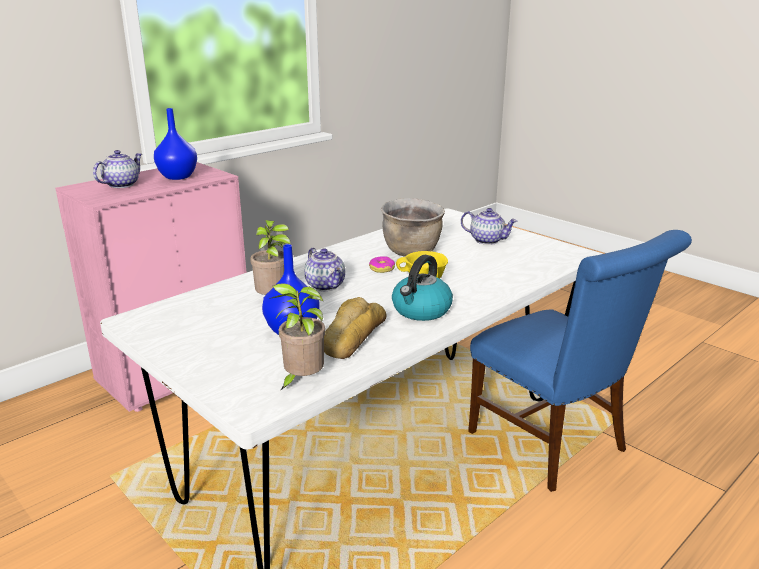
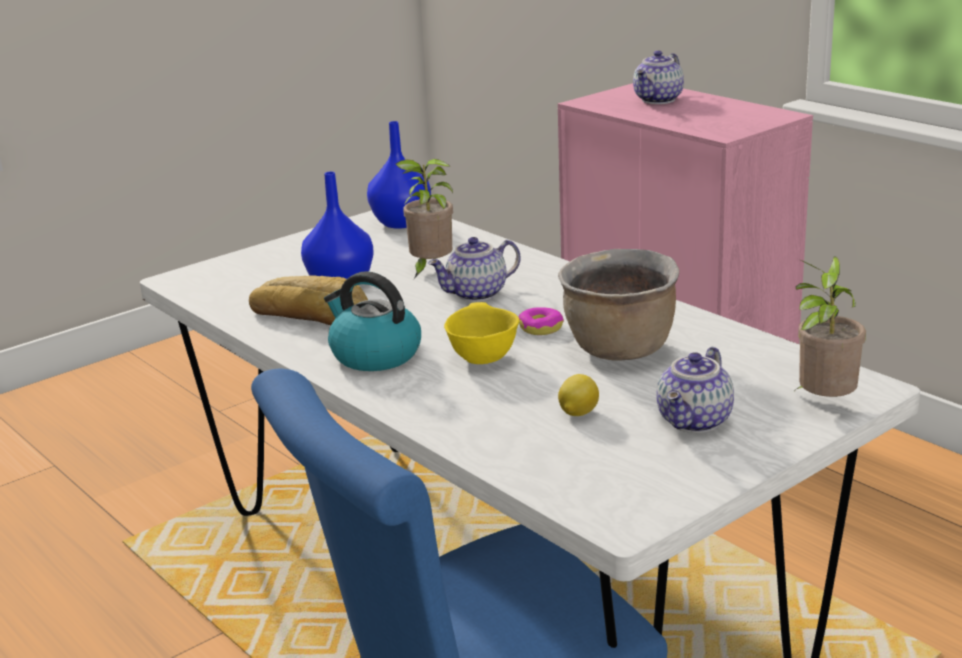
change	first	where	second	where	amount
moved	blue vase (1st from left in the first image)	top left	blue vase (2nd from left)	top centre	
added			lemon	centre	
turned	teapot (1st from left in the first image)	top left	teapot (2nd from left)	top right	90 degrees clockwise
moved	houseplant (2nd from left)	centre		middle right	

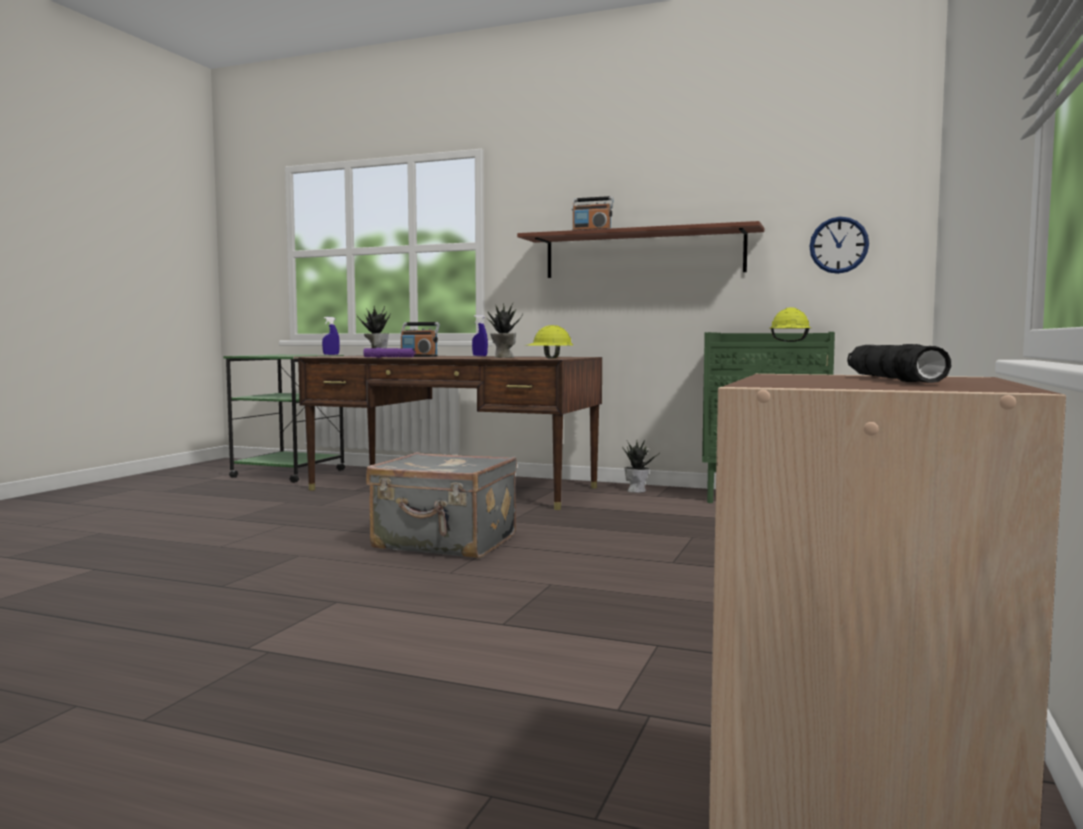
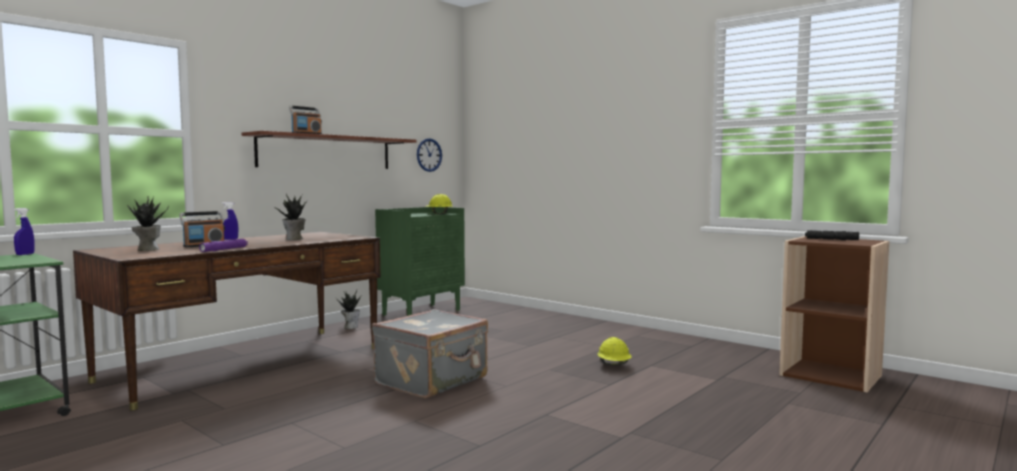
change	first	where	second	where	amount
moved	yellow work helmet (1st from left in the first image)	centre	yellow work helmet (2nd from left)	bottom centre	

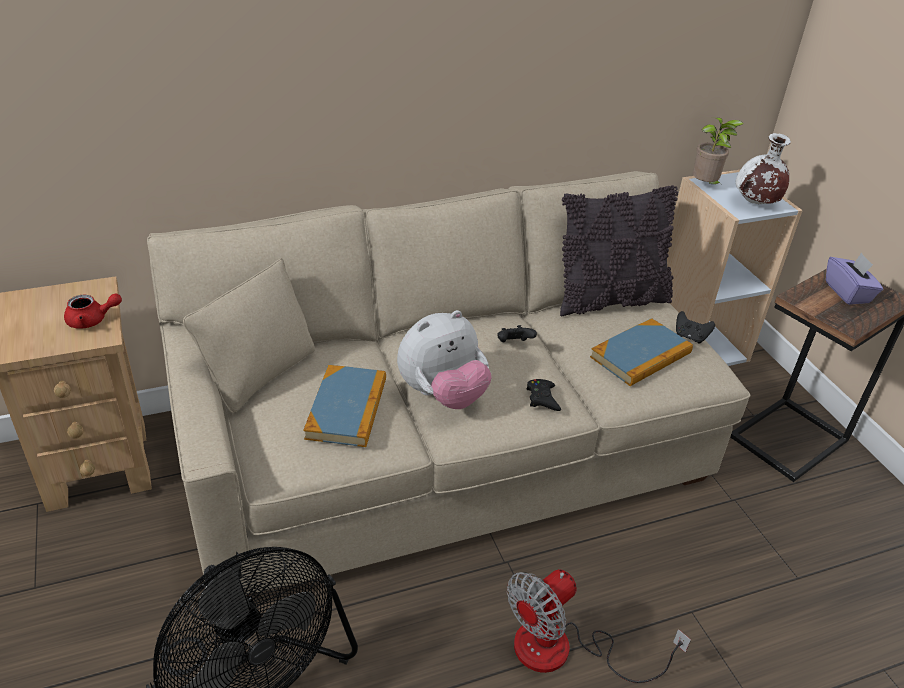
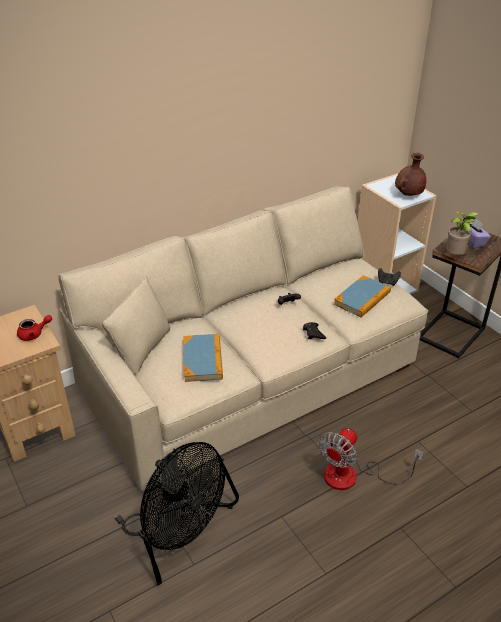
change	first	where	second	where	amount
recoloured	whitish vase	top right	brownish vase	top right	
moved	houseplant	top right		middle right	
removed	cuddly toy	centre			
removed	blackish throw pillow	middle right			

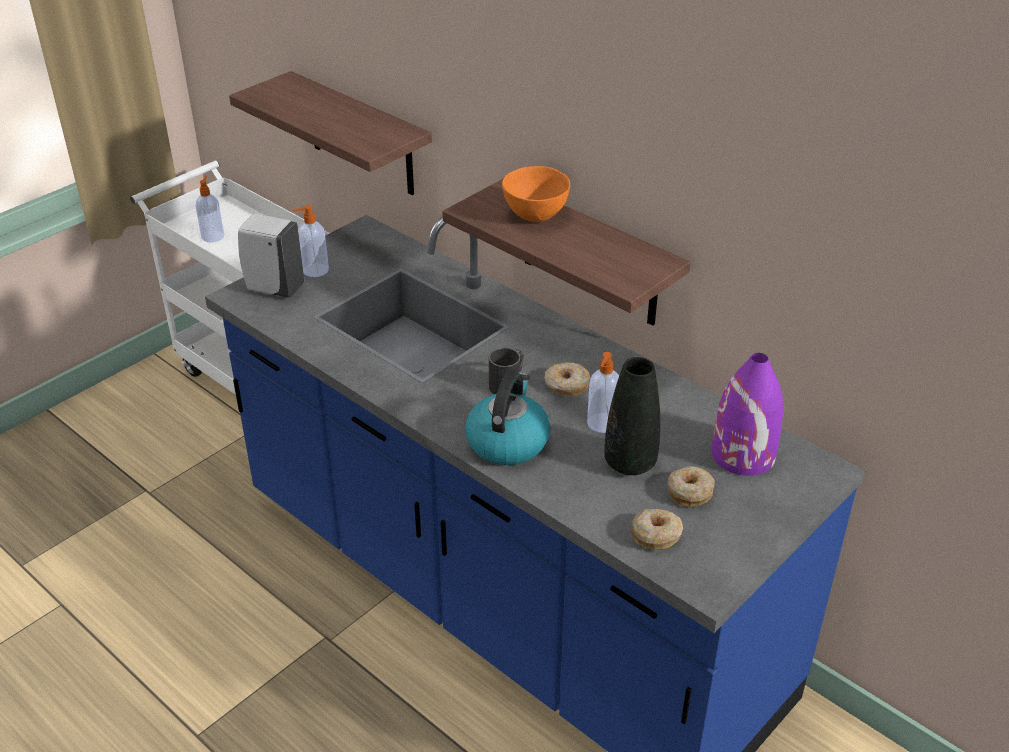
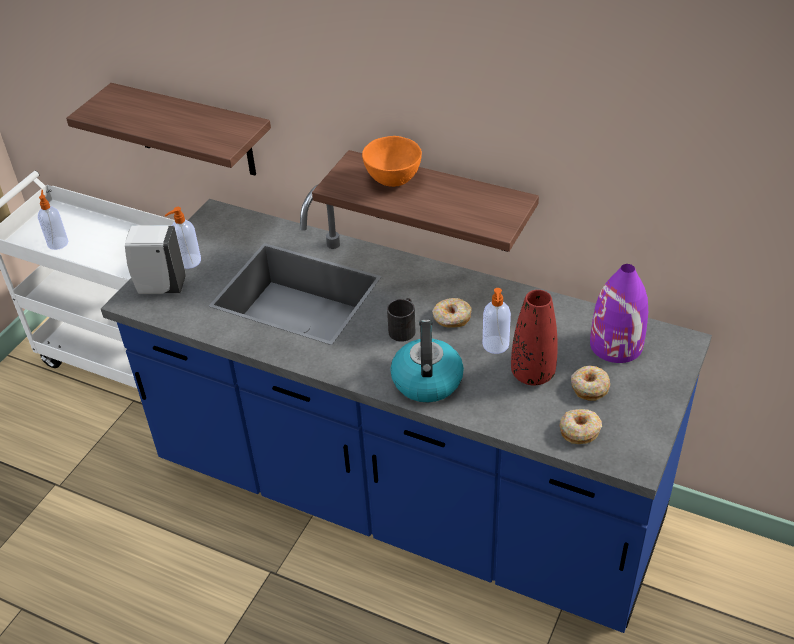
change	first	where	second	where	amount
recoloured	blackish vase	centre	reddish vase	middle right	

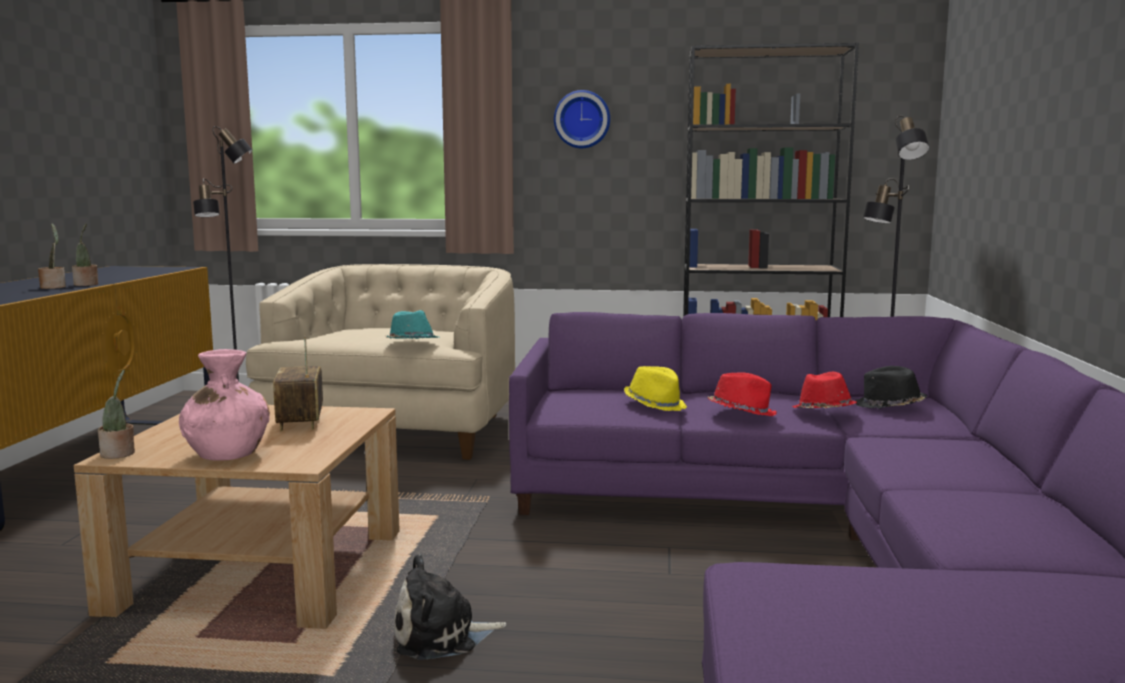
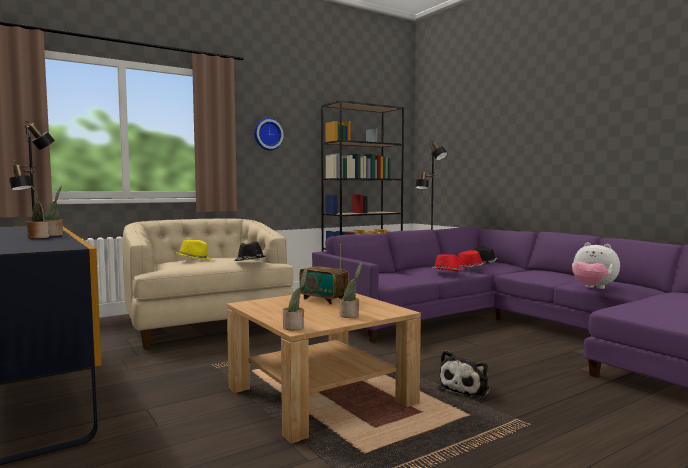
change	first	where	second	where	amount
moved	yellow hat	centre		middle left	
recoloured	turquoise hat	centre	blackish hat (1st from left)	centre	
replaced	pinkish vase	middle left	houseplant (4th from left)	centre	
added			cuddly toy (2nd from left)	middle right	

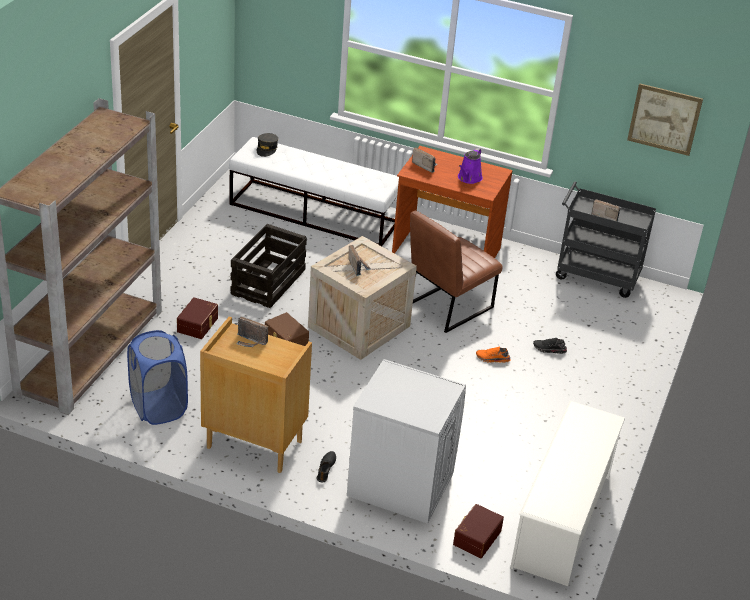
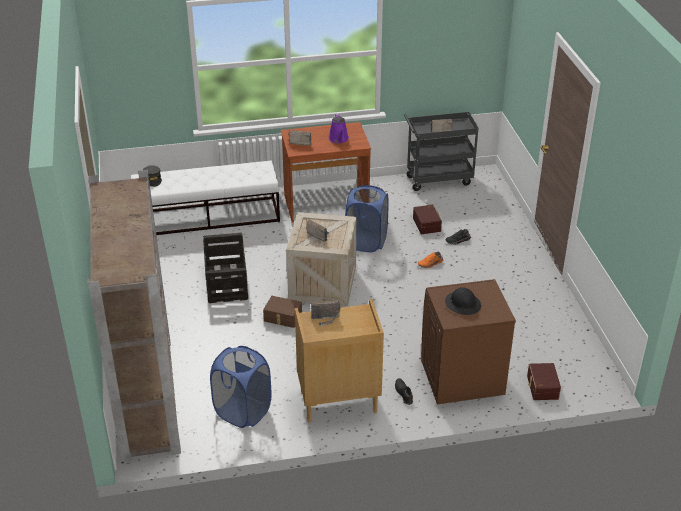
change	first	where	second	where	amount
replaced	brownish chair	centre	blue laundry basket (2nd from left)	centre	
moved	brownish storage box (1st from left in the first image)	middle left	brownish storage box (2nd from left)	centre	
recoloured	whitish laundry appliance	bottom centre	brownish laundry appliance	bottom right	
added			blackish work helmet	middle right	
removed	whitish shoe shelf	bottom right			
removed	wall art	top right			

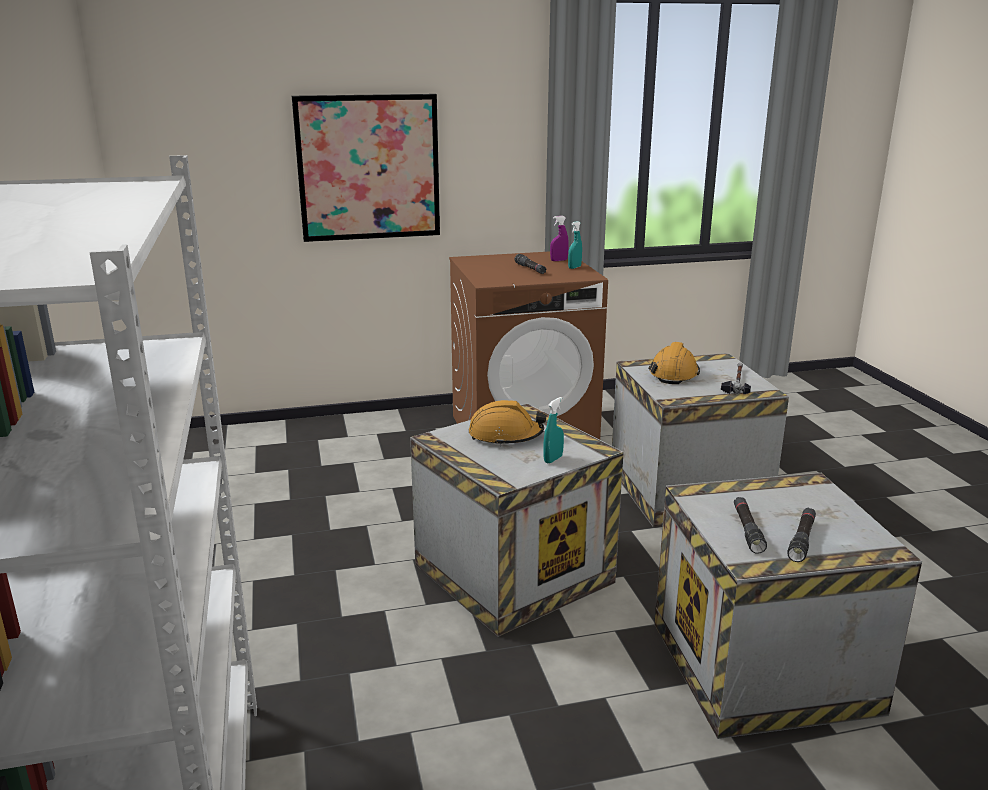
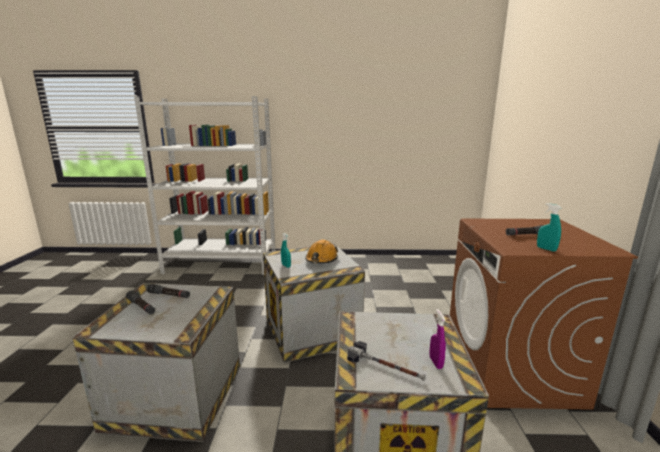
change	first	where	second	where	amount
moved	purplish sprayer	top centre		bottom centre	
removed	wall art	top centre			
removed	orangey work helmet (2nd from left)	middle right			

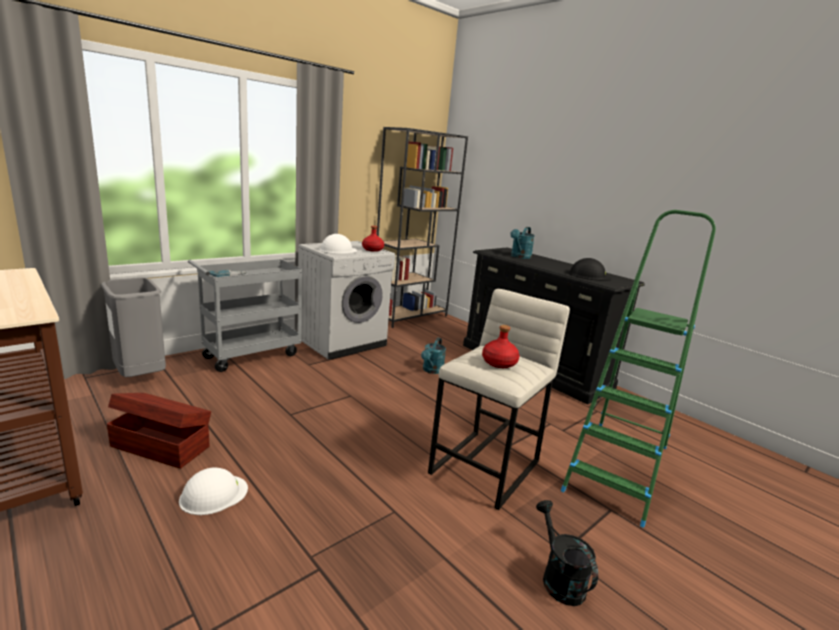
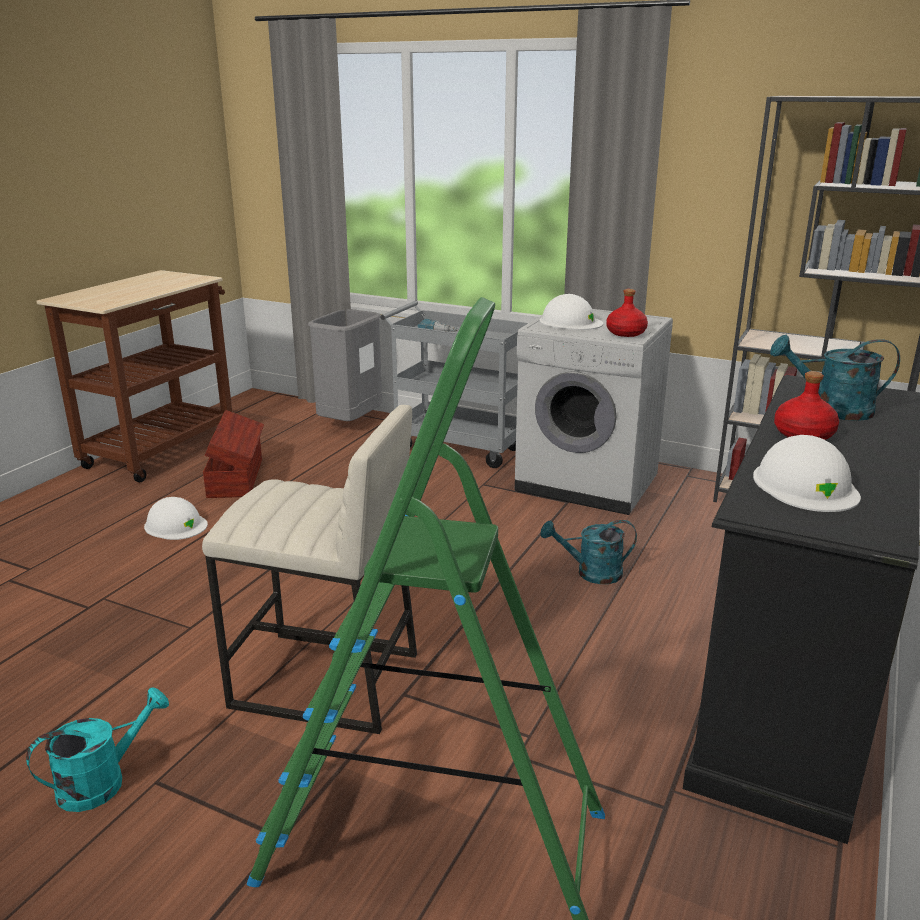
change	first	where	second	where	amount
recoloured	blackish sprinkling can	bottom right	turquoise sprinkling can (1st from left)	bottom left	
recoloured	blackish work helmet	middle right	whitish work helmet (3rd from left)	middle right	
moved	reddish bottle (2nd from left)	centre		middle right	

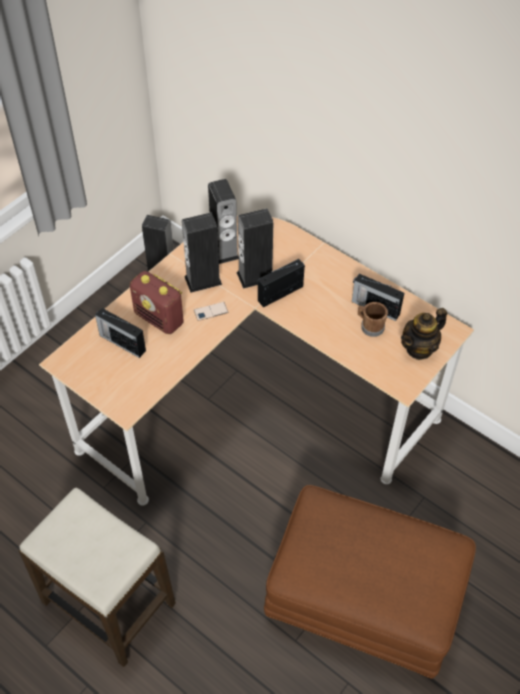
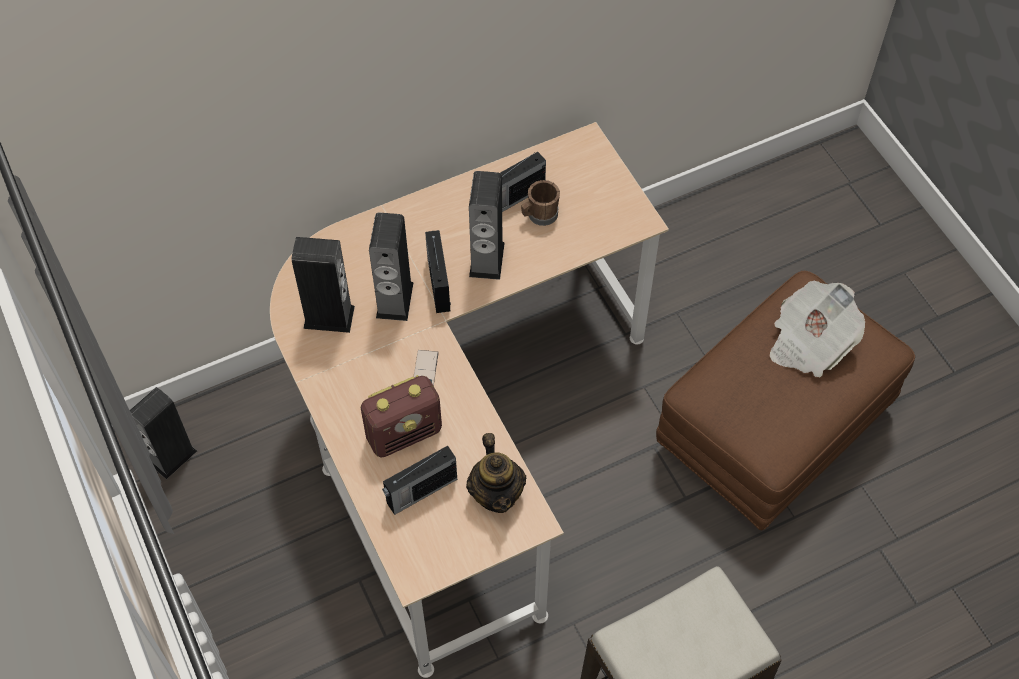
change	first	where	second	where	amount
moved	teapot	middle right		bottom centre	
moved	speaker (2nd from left in the first image)	centre	speaker (4th from left)	top centre	
added			newspaper	middle right	

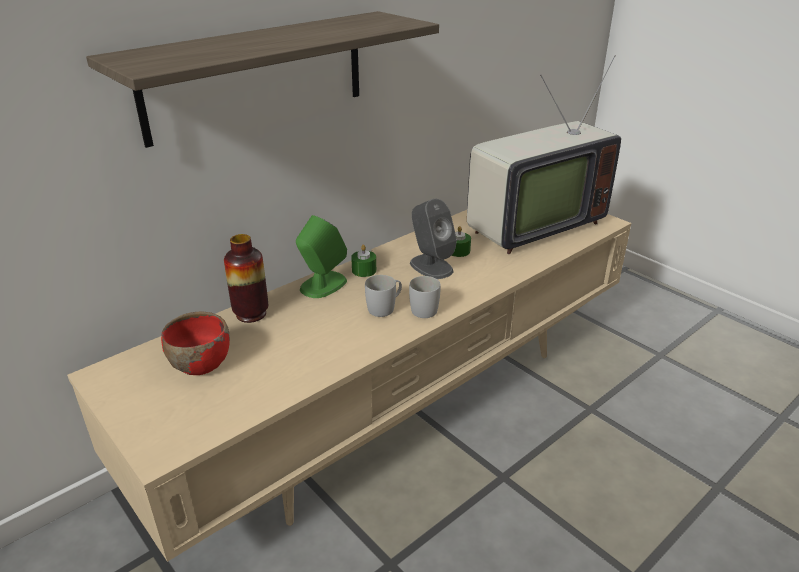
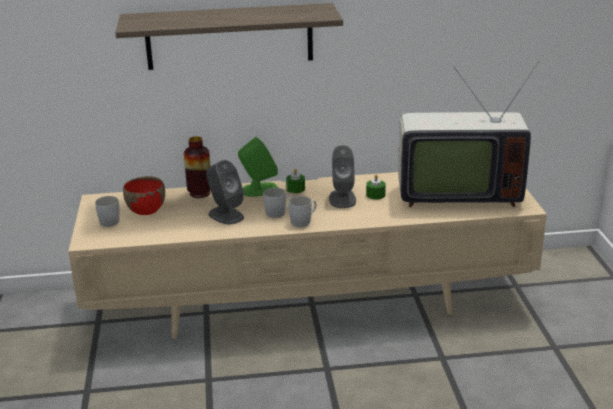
change	first	where	second	where	amount
added			whitish tea mug (1st from left)	middle left	
added			grey speaker (1st from left)	centre	

